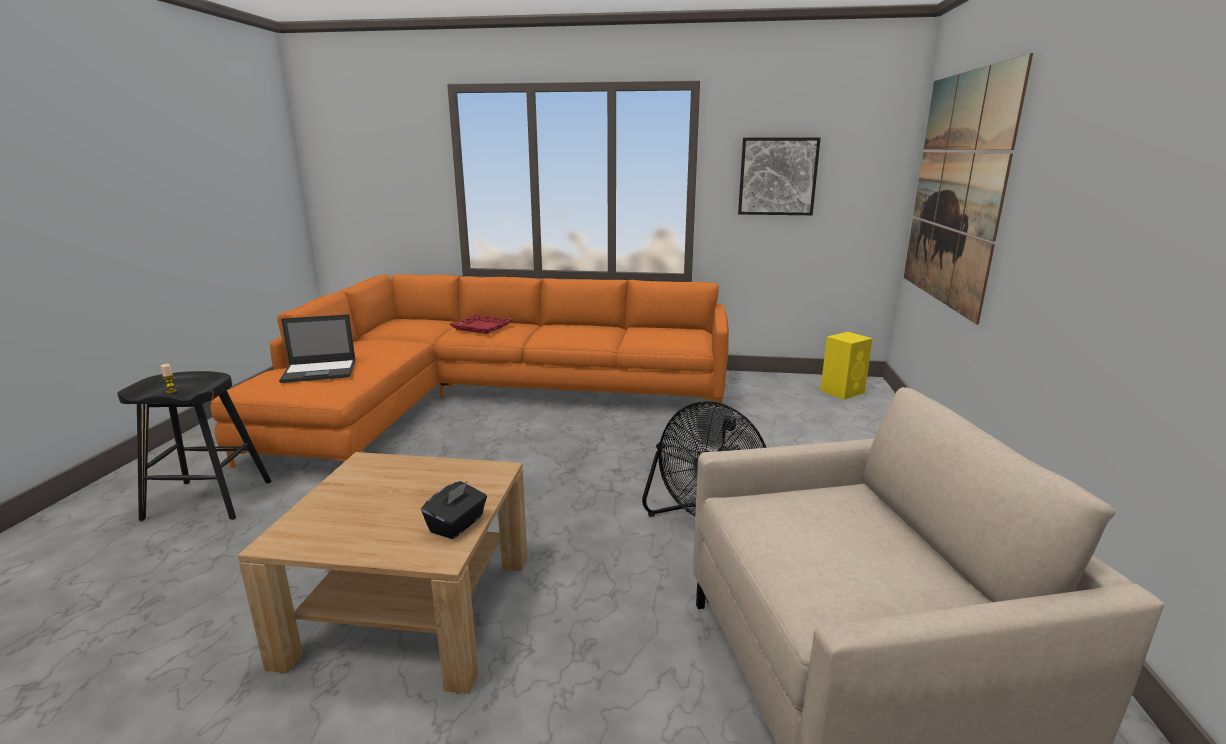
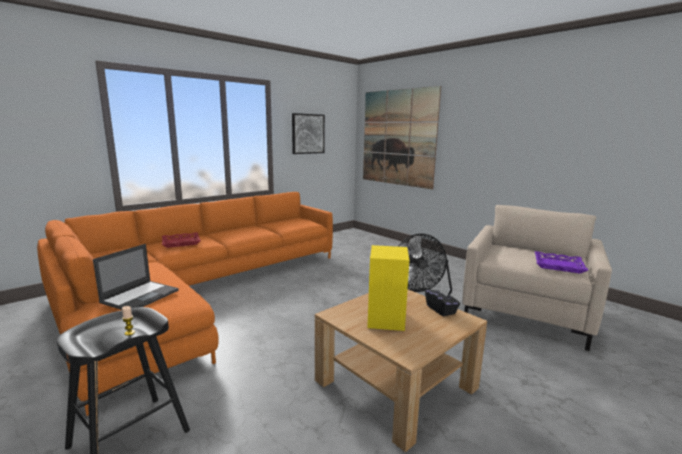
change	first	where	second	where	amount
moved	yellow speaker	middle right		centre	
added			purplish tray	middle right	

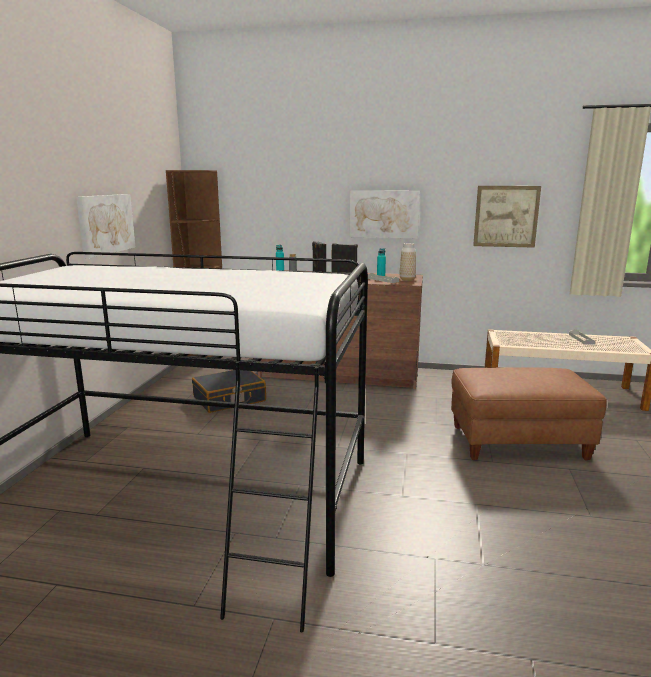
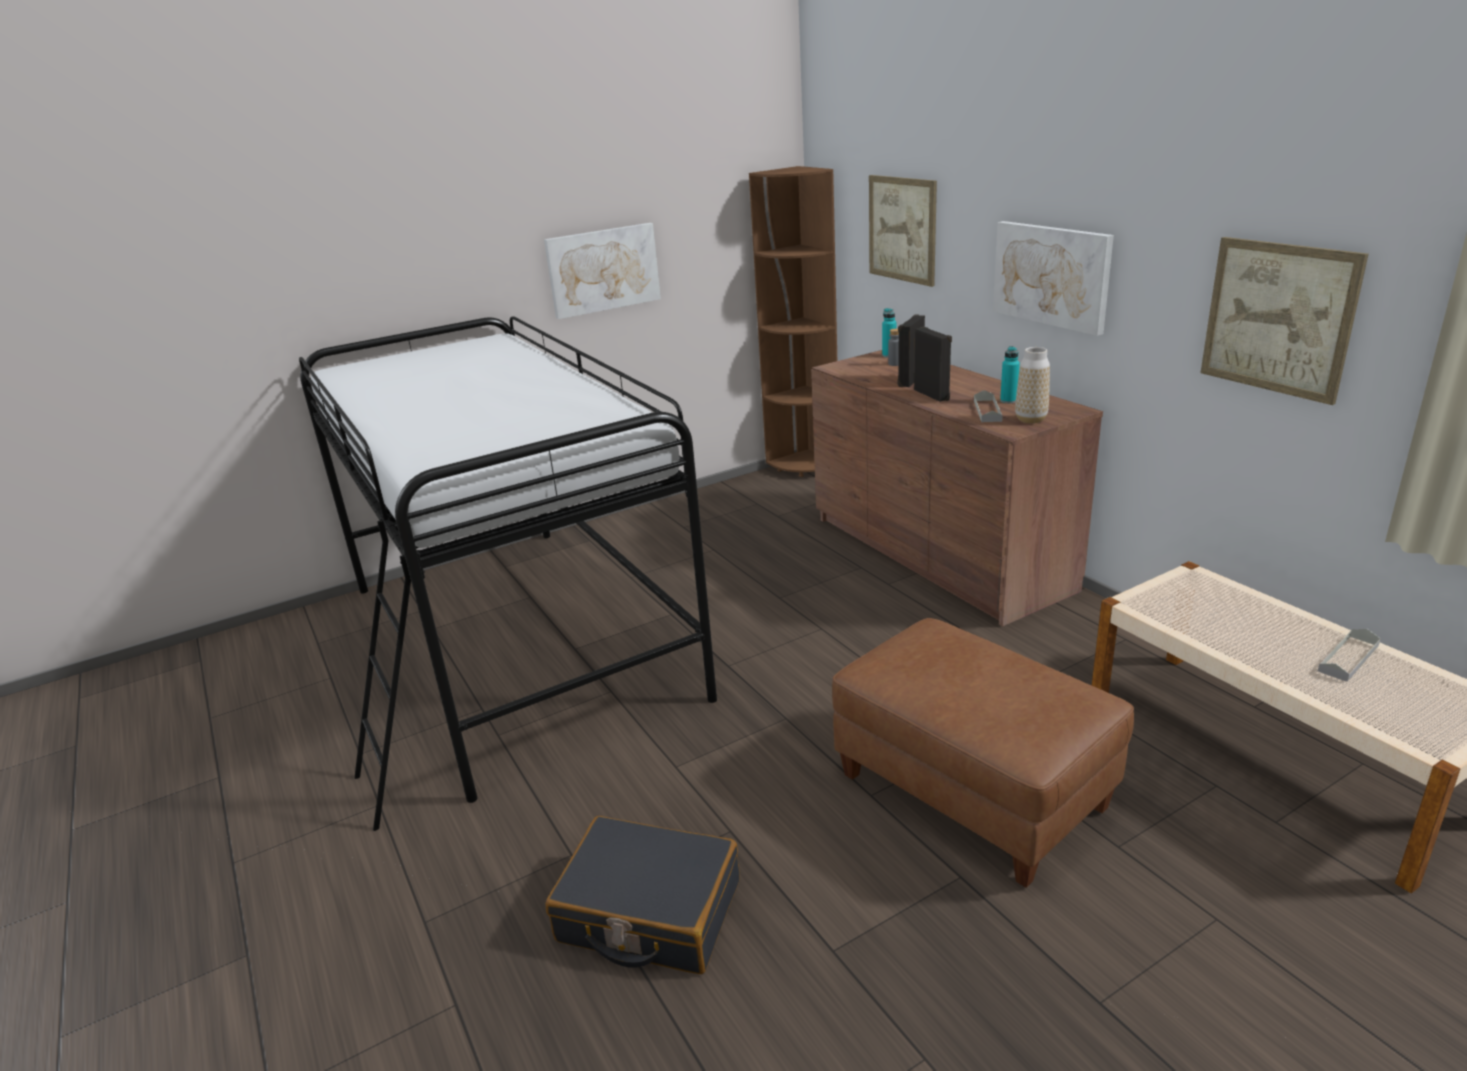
change	first	where	second	where	amount
moved	blackish travel case	centre		bottom centre	
added			wall art (2nd from left)	top centre	

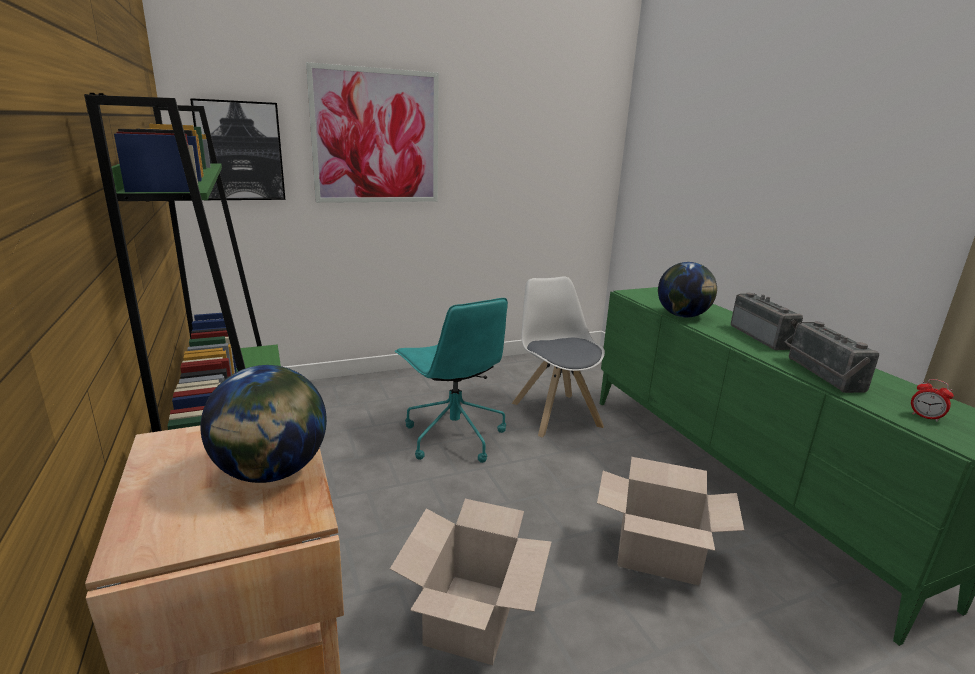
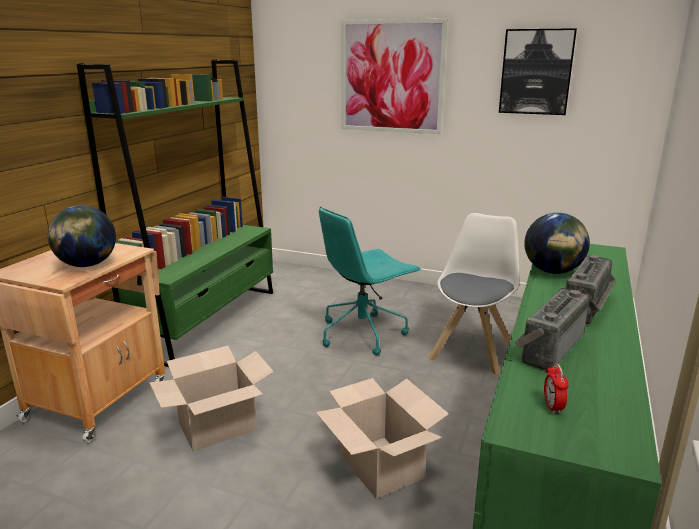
change	first	where	second	where	amount
turned	turquoise desk chair	centre		centre	45 degrees clockwise
moved	wall art (1st from left in the first image)	top left	wall art (2nd from left)	top right	

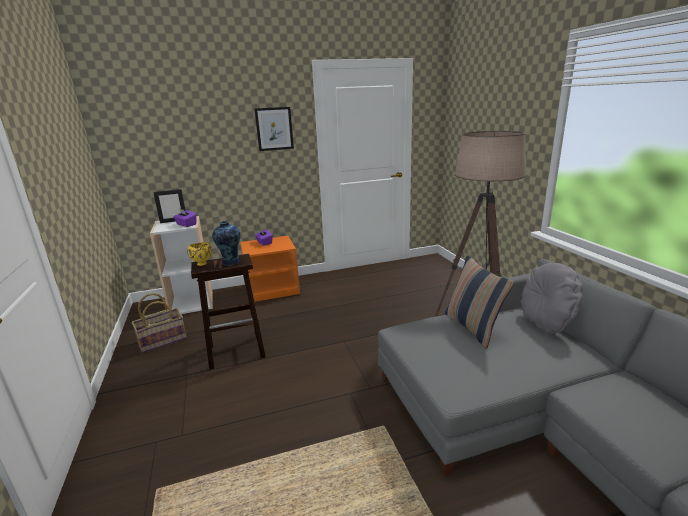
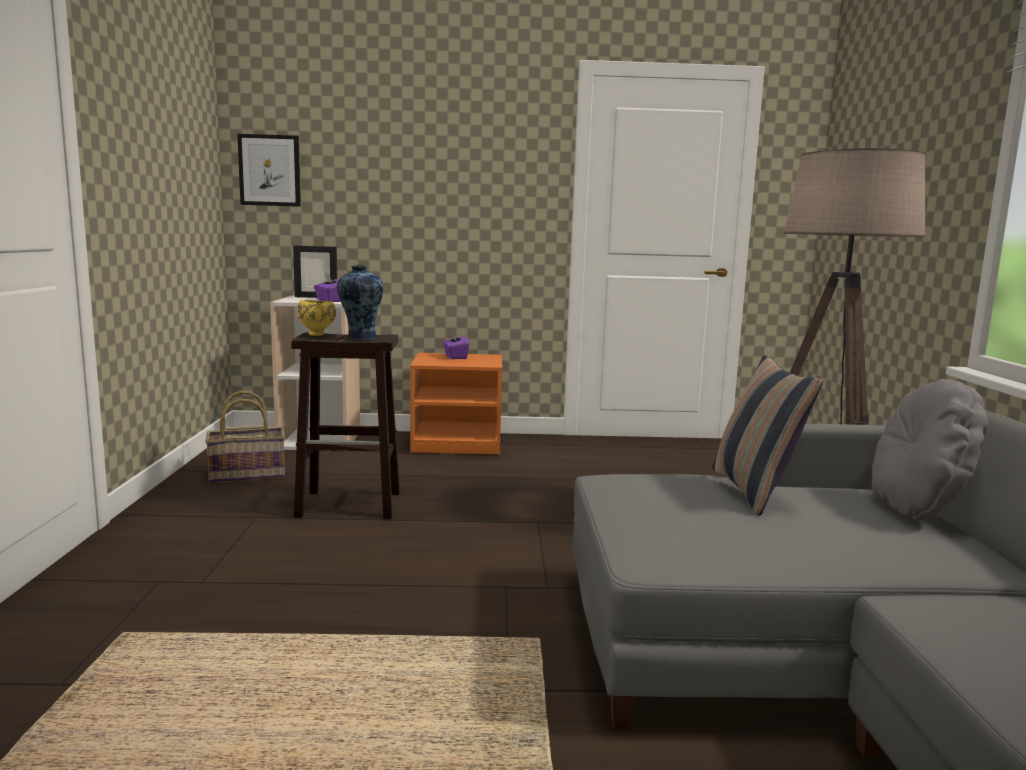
change	first	where	second	where	amount
moved	wall art	top centre		top left	

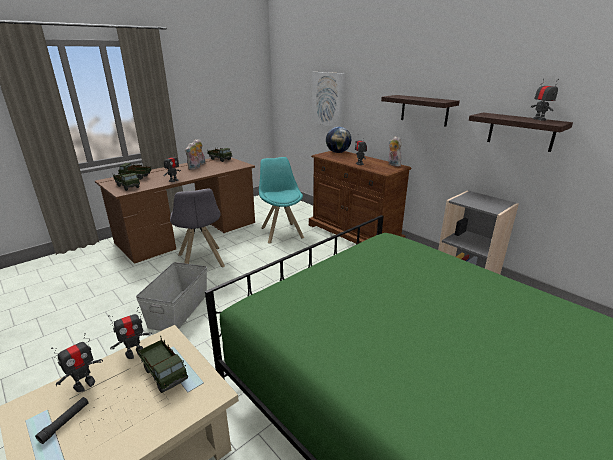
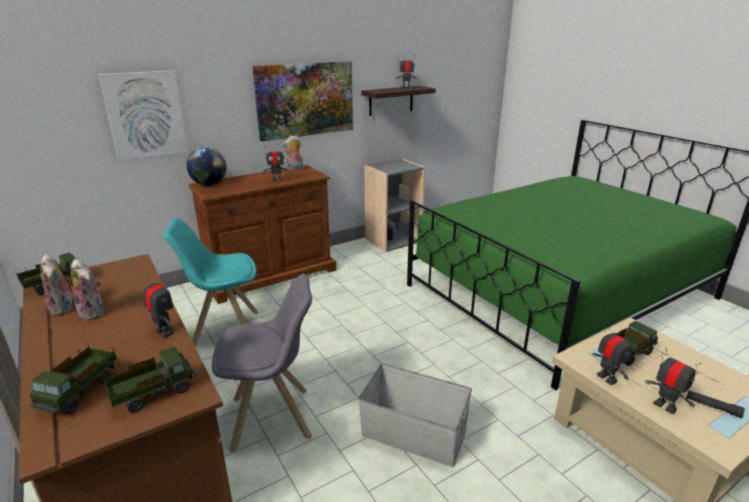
change	first	where	second	where	amount
replaced	bracket shelf (1st from left)	top right	wall art (2nd from left)	top centre	

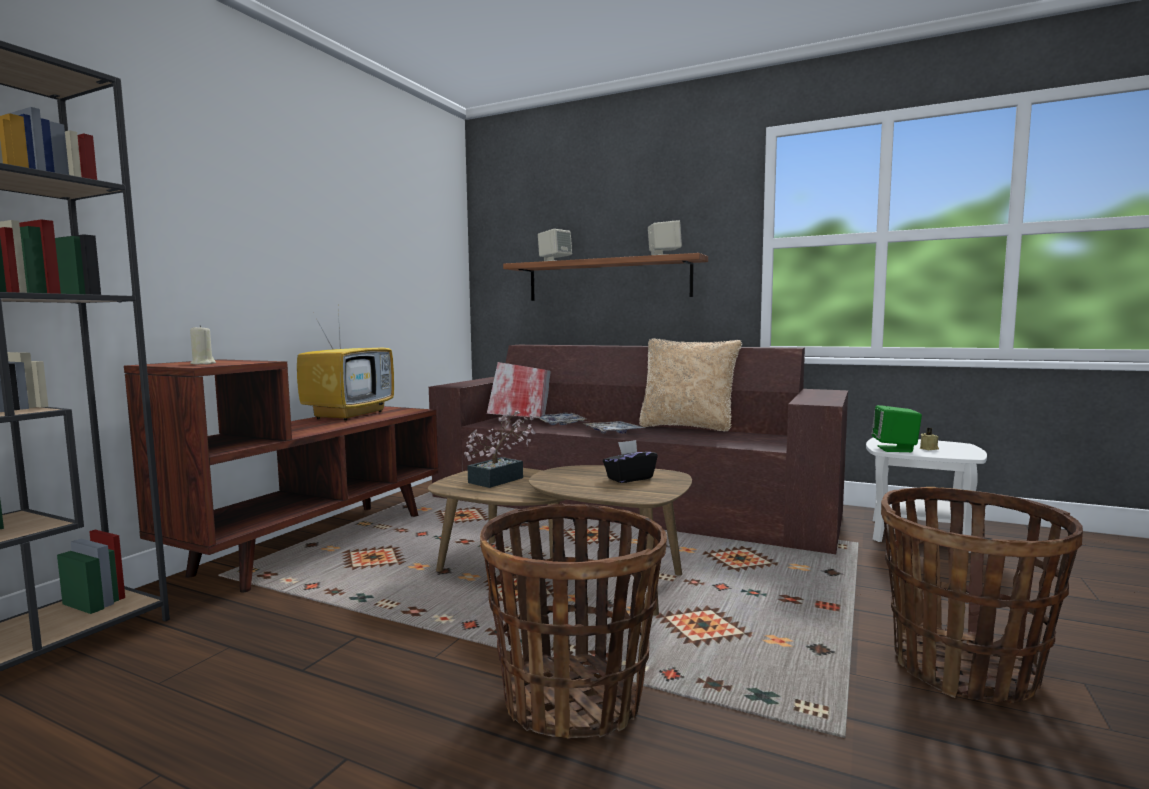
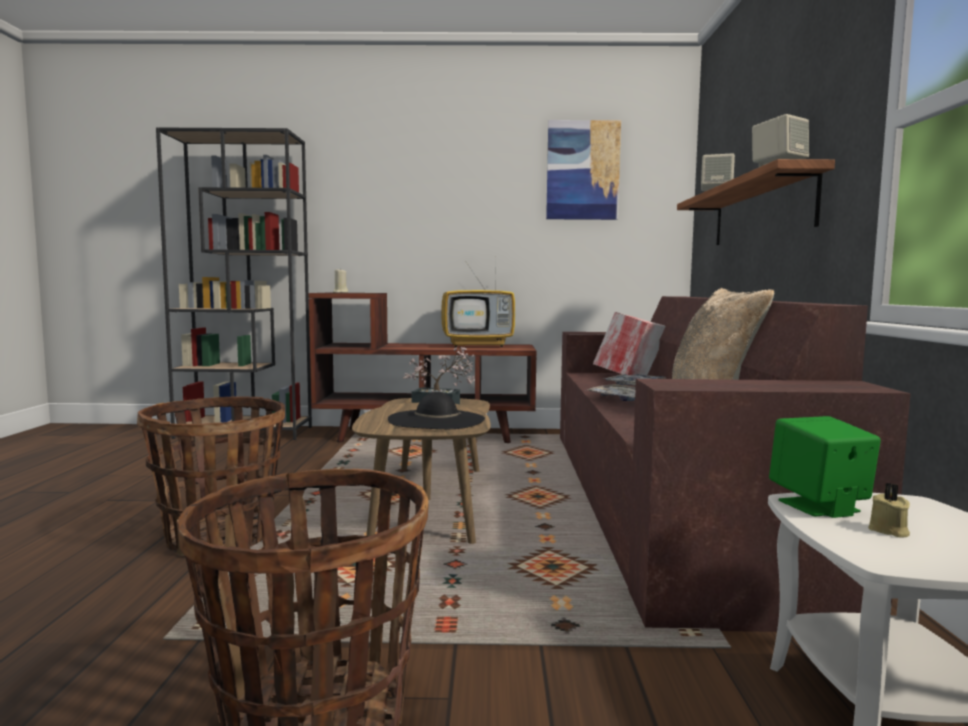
change	first	where	second	where	amount
replaced	blackish tissue box	centre	blackish hat	centre	
added			wall art	top centre	

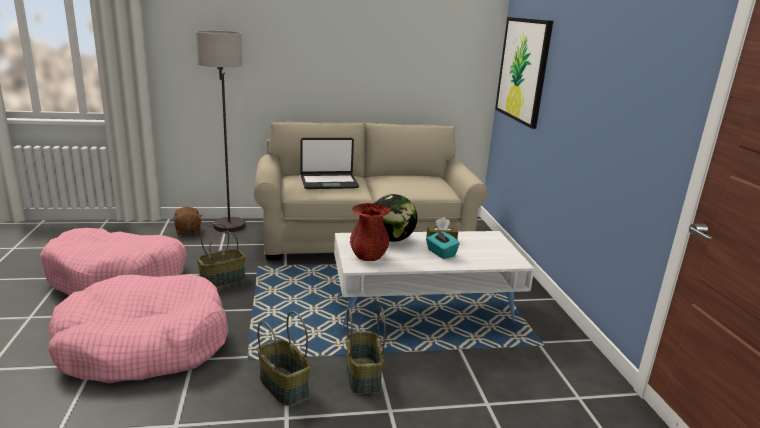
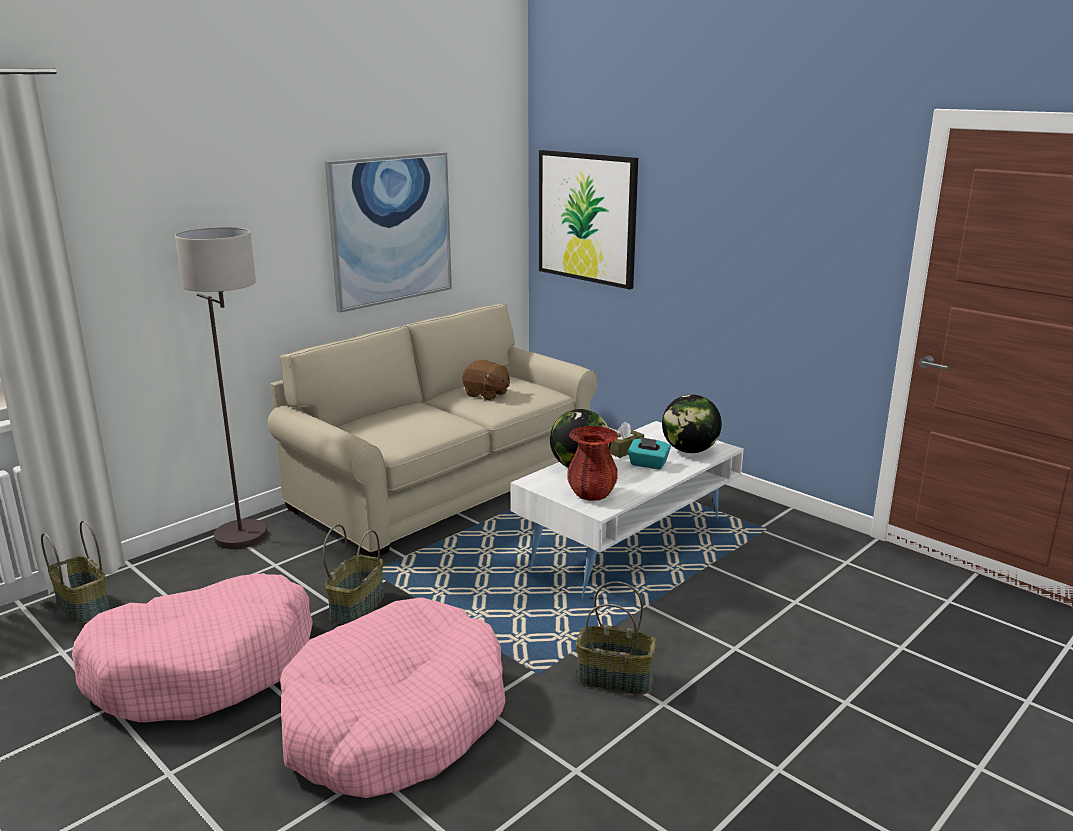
change	first	where	second	where	amount
moved	storage basket (3rd from left in the first image)	bottom centre	storage basket (1st from left)	bottom left	
added			wall art (1st from left)	top centre	
moved	brownish cuddly toy	middle left		centre	
added			globe (2nd from left)	centre	
removed	laptop	centre			

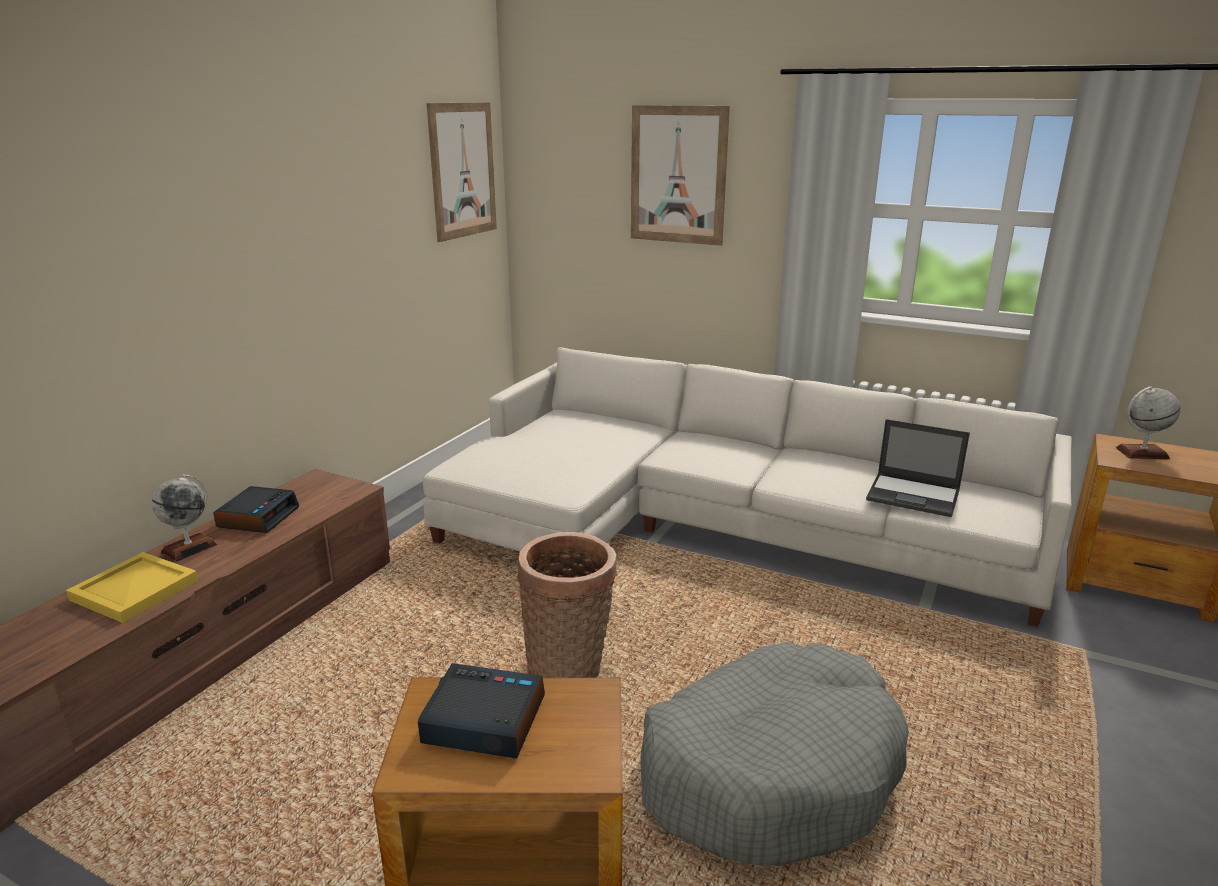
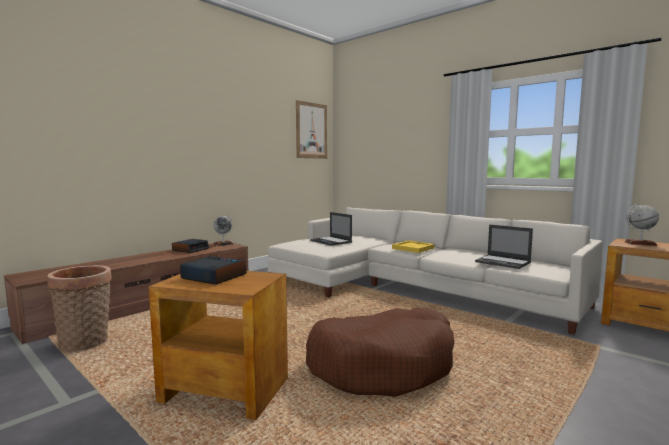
change	first	where	second	where	amount
moved	storage basket	bottom centre		bottom left	
moved	globe (1st from left)	middle left		centre	
recoloured	grey dog cushion	bottom centre	brownish dog cushion	bottom centre	
added			laptop (1st from left)	centre	
moved	yellow tray	middle left		centre	
removed	wall art (2nd from left)	top centre			

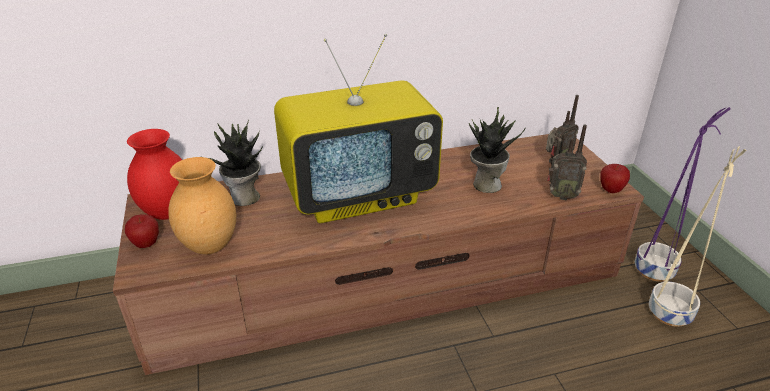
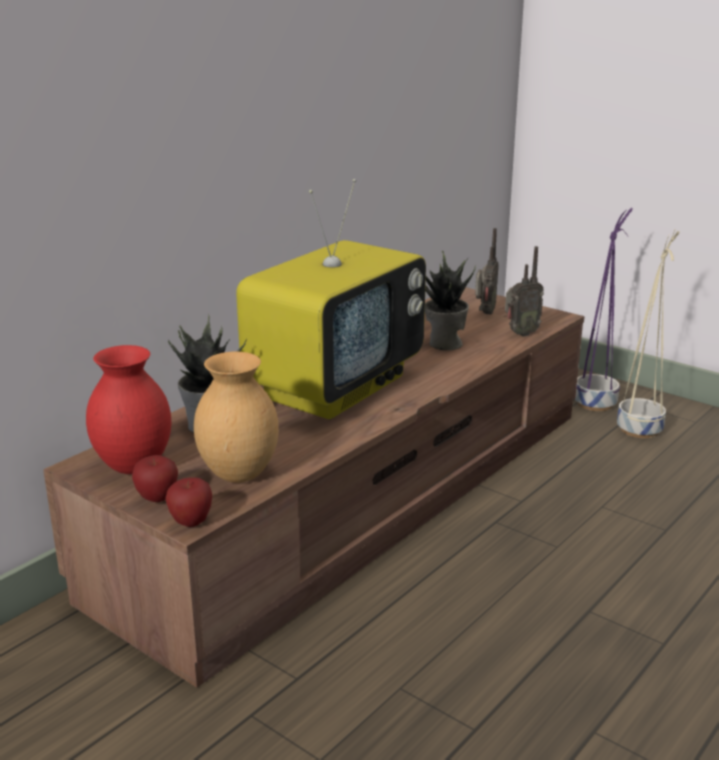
change	first	where	second	where	amount
moved	apple fruit (2nd from left)	middle right		middle left	

